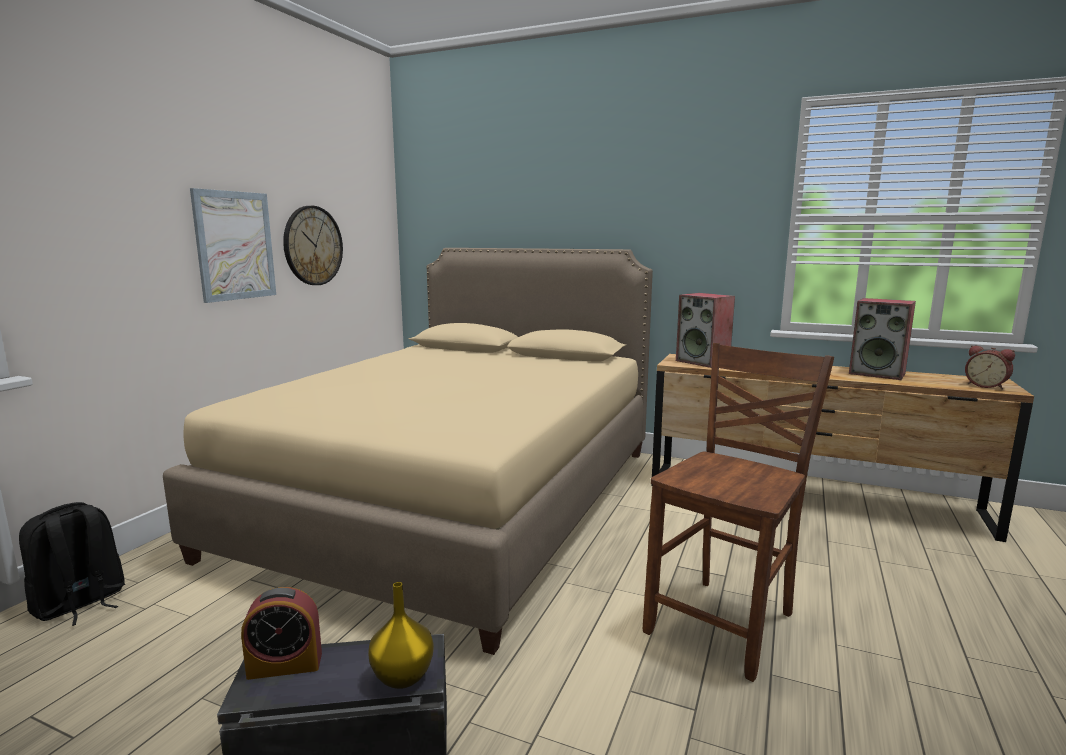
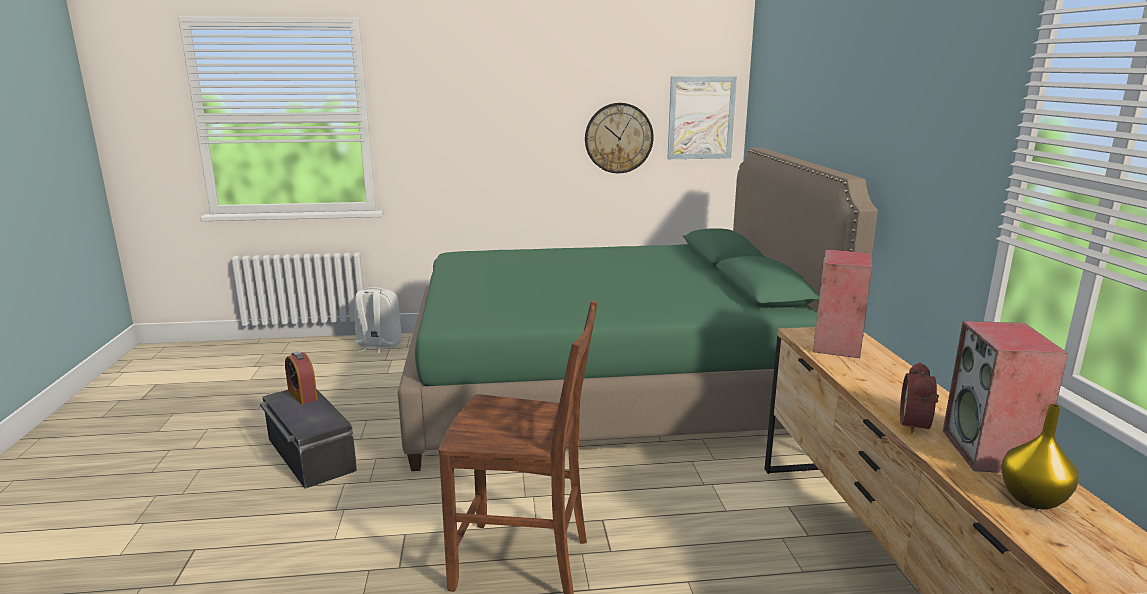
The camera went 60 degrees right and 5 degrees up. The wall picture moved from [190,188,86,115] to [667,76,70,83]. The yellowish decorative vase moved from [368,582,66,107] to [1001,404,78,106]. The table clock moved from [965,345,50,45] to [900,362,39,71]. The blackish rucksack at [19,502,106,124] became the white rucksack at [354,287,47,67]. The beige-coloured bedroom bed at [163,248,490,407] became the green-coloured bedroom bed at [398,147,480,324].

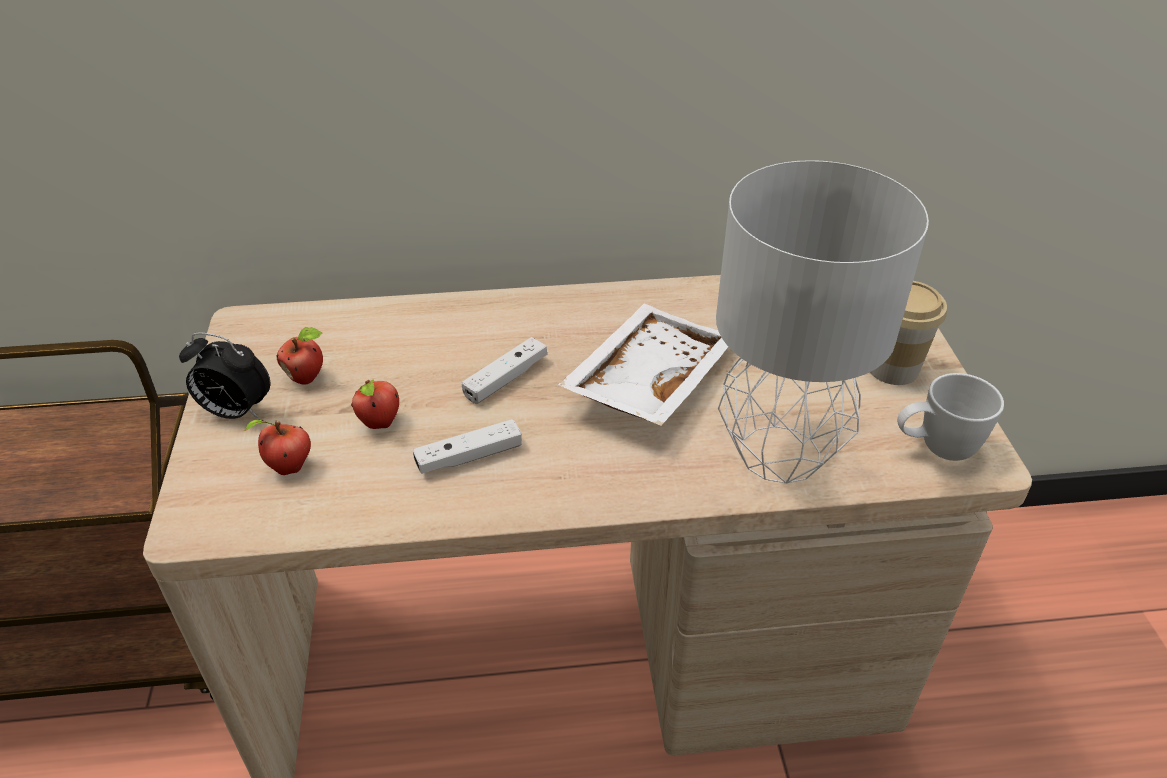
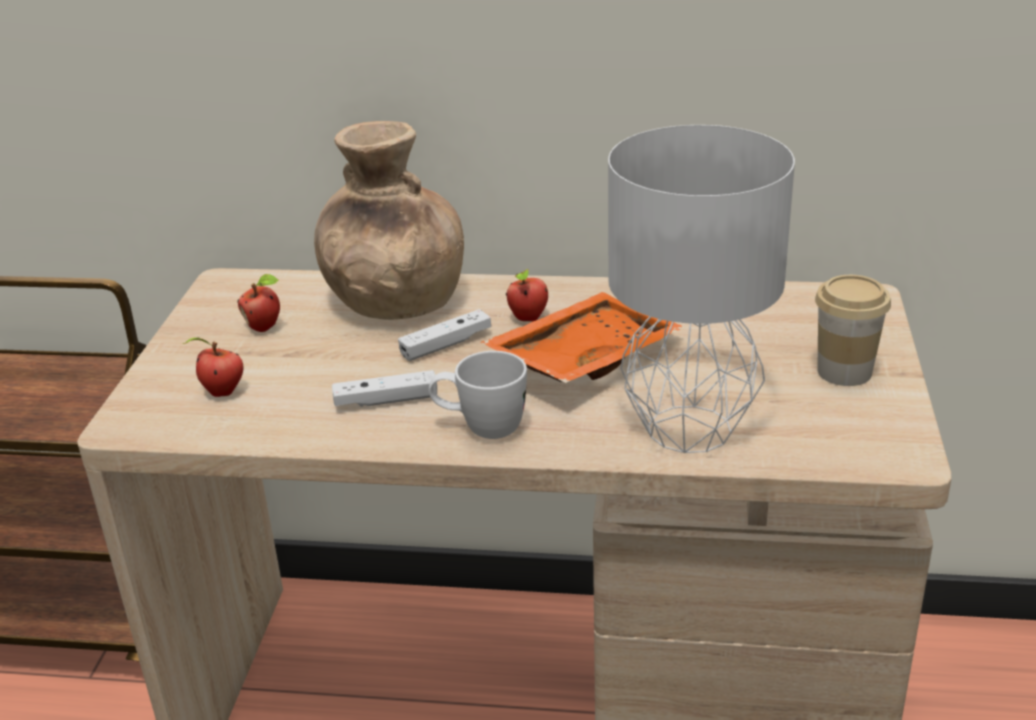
The camera went 15 degrees right and 10 degrees down. The table clock at [179,332,91,87] disappeared. The brown decorative vase at [314,121,150,199] appeared. The apple fruit moved from [351,379,48,50] to [506,269,42,52]. The white coffee mug moved from [897,373,107,88] to [429,351,98,88]. The white tray at [558,304,170,122] became the orange tray at [480,292,205,91].

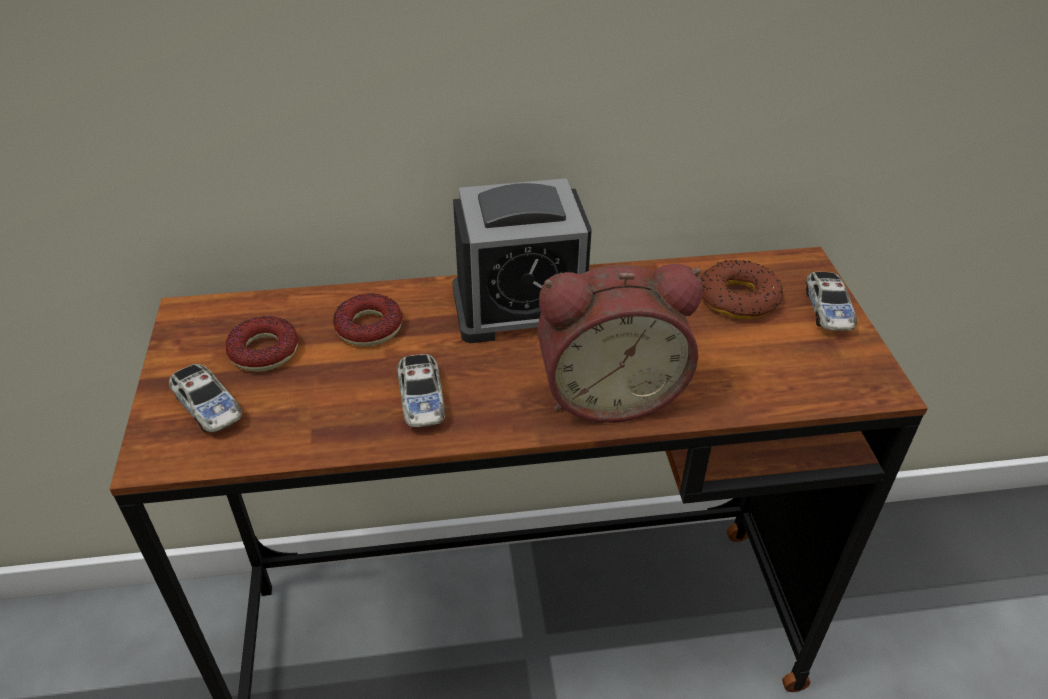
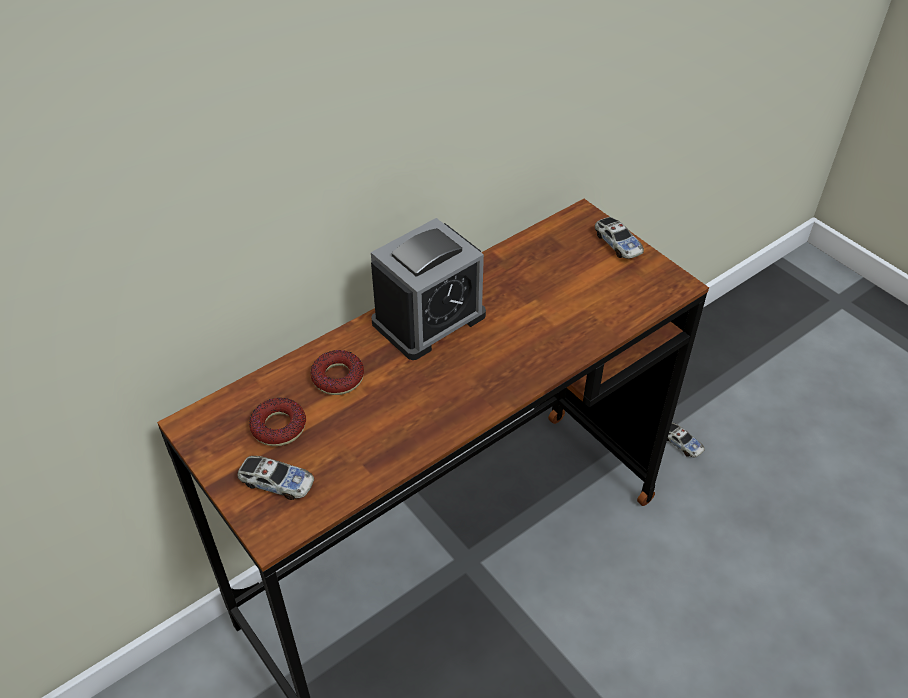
The camera went 30 degrees left and 5 degrees up. The table clock at [538,264,165,159] disappeared. The donut at [701,260,82,59] disappeared. The miniature car moved from [397,354,48,73] to [667,423,38,35].

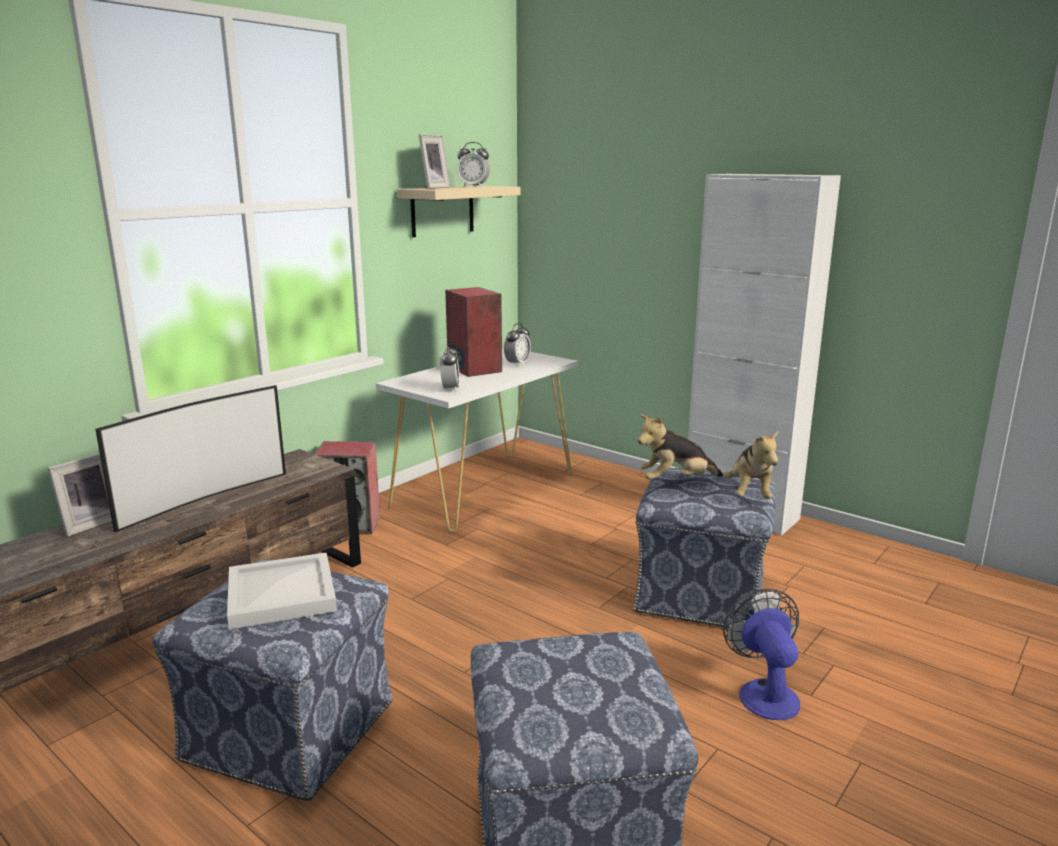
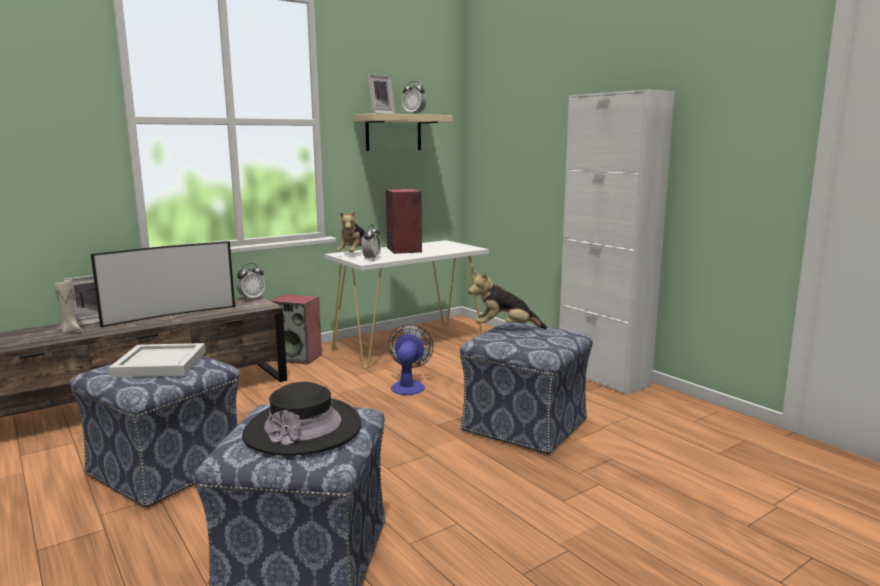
The camera went 15 degrees right and 5 degrees down. The beige-coloured wax light at [55,279,27,55] appeared. The blackish hat at [242,382,119,74] appeared. The table clock moved from [504,323,27,44] to [236,263,29,38]. The cooling fan moved from [723,589,77,131] to [388,324,45,71]. The cuddly toy moved from [724,430,55,69] to [337,211,28,41].

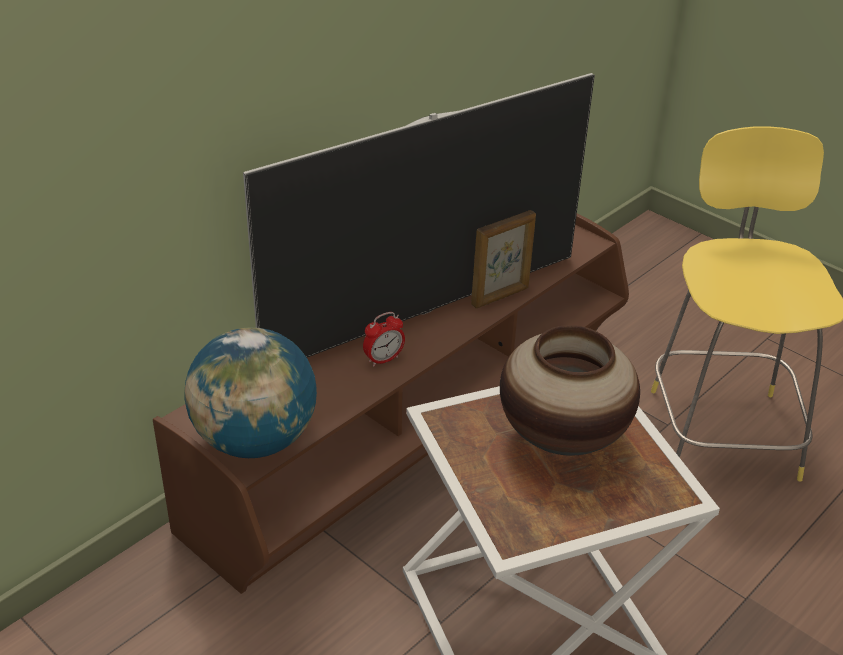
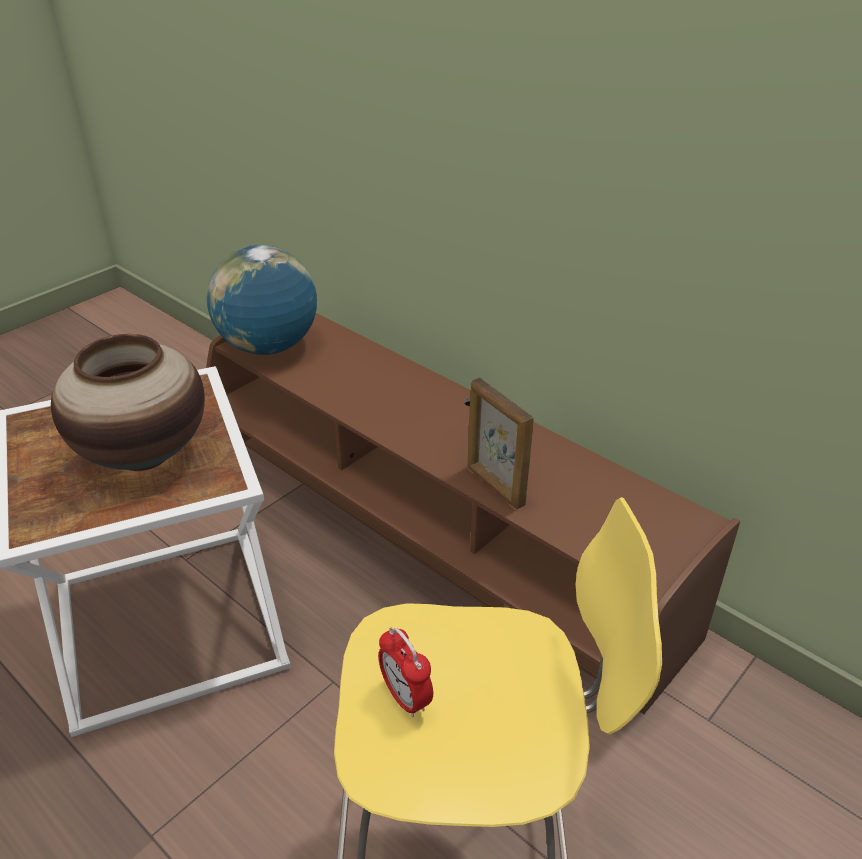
The camera went 90 degrees right and 0 degrees up. The television at [243,73,352,284] disappeared. The table clock moved from [363,312,42,55] to [378,627,55,91].

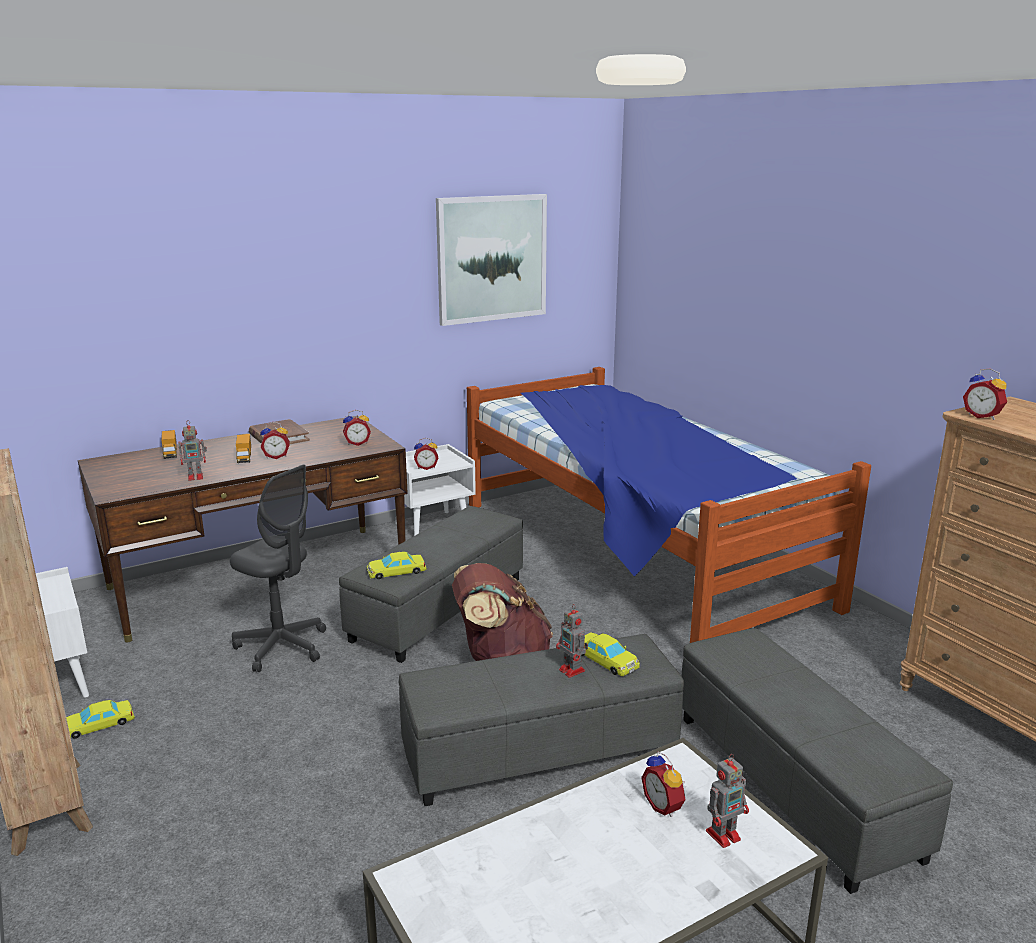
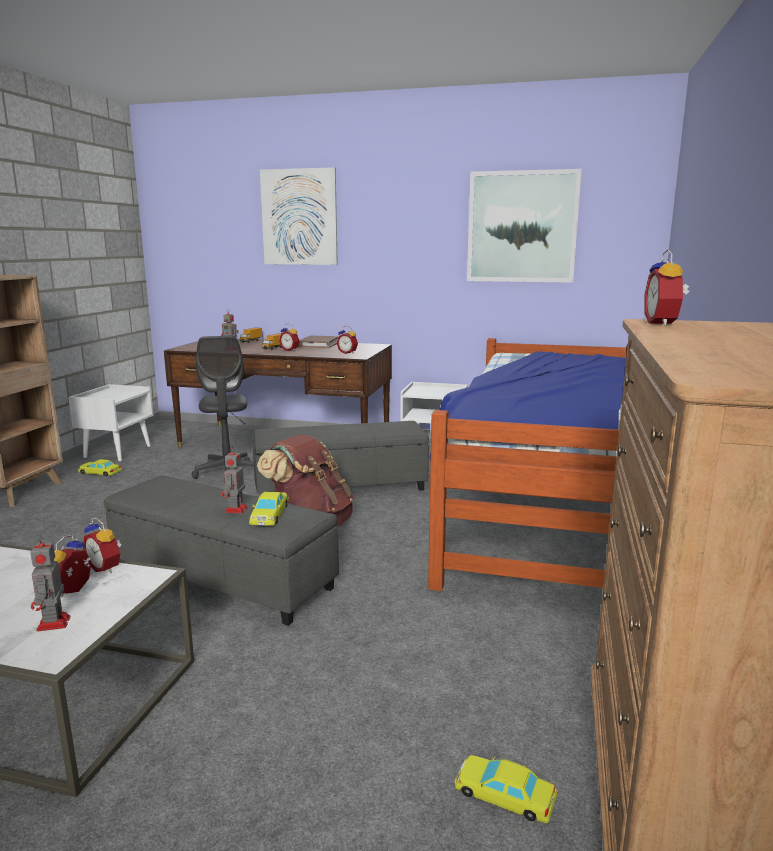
The camera went 45 degrees right and 5 degrees down. The gray ottoman at [682,628,271,266] disappeared. The wall picture at [260,167,78,98] appeared. The yellowish miniature car moved from [367,552,60,28] to [454,755,103,68]. The table clock moved from [414,438,24,32] to [83,518,38,55]. The robot figure at [706,754,43,94] turned 60 degrees clockwise.

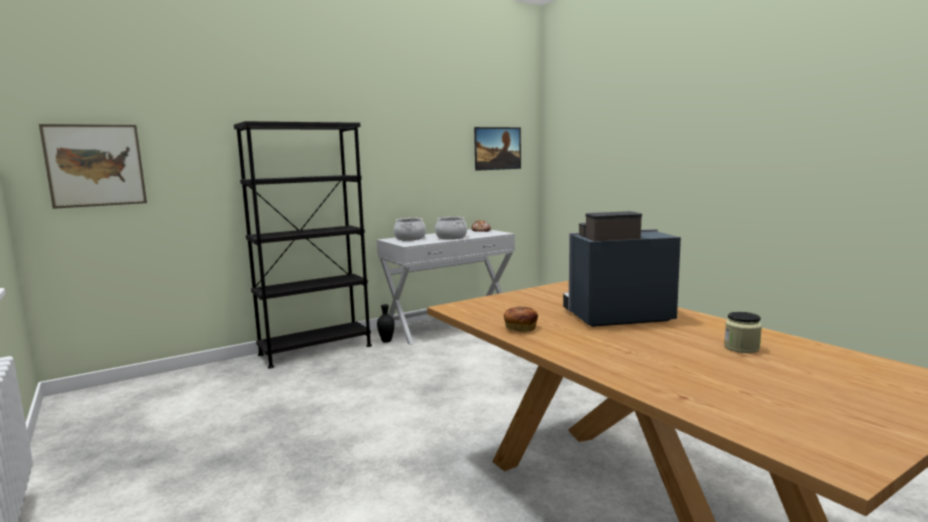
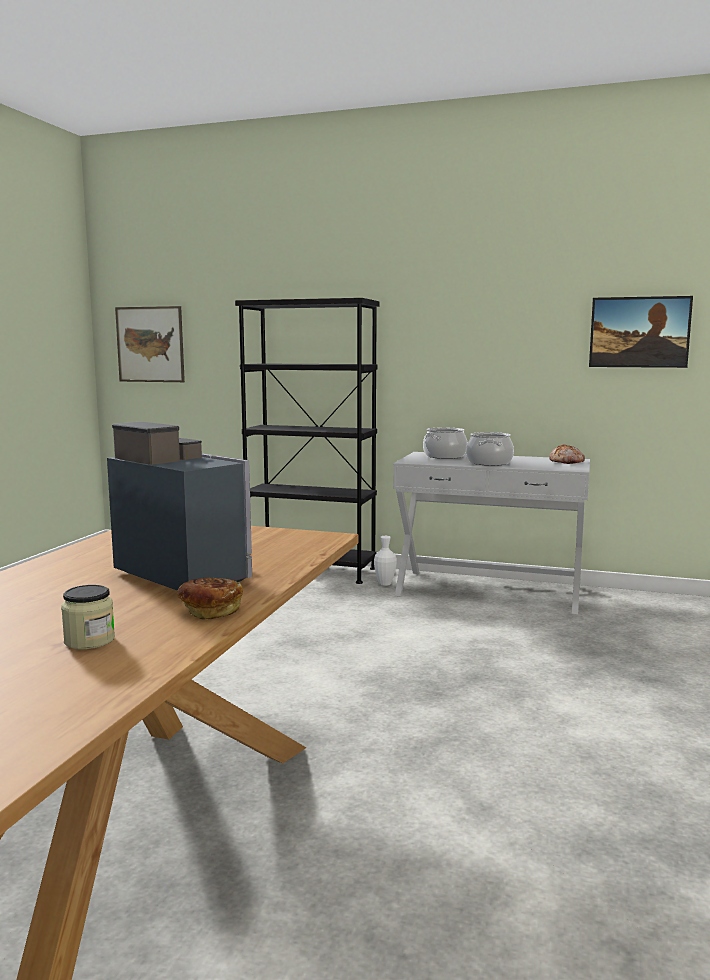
The camera went 50 degrees right and 0 degrees up. The bakery bread moved from [504,306,34,26] to [177,577,66,43]. The blackish decorative vase at [377,304,18,38] became the white decorative vase at [374,536,23,50].

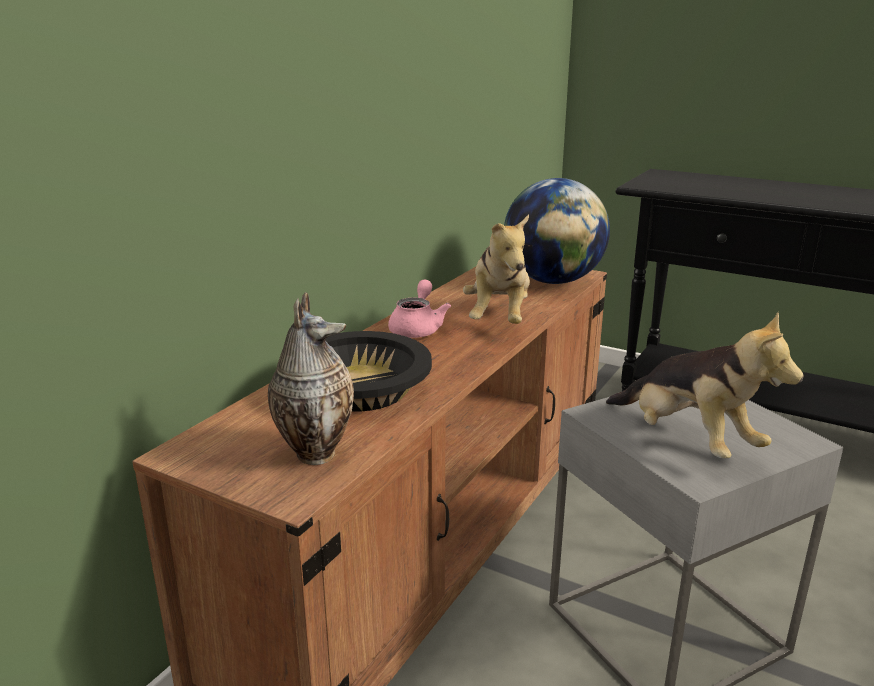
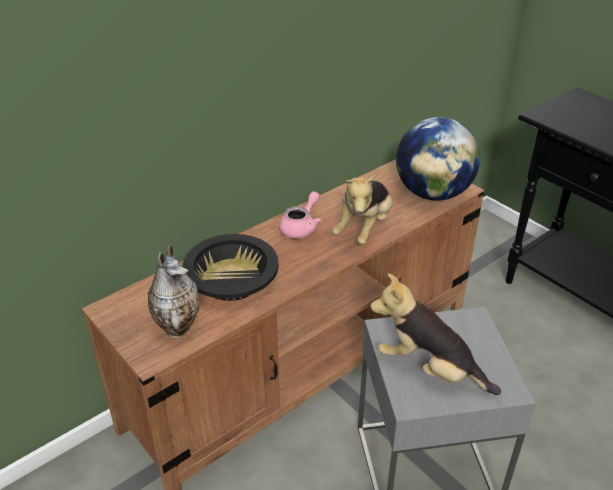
The camera went 20 degrees right and 15 degrees up. The cuddly toy at [606,312,198,147] turned 135 degrees clockwise.

